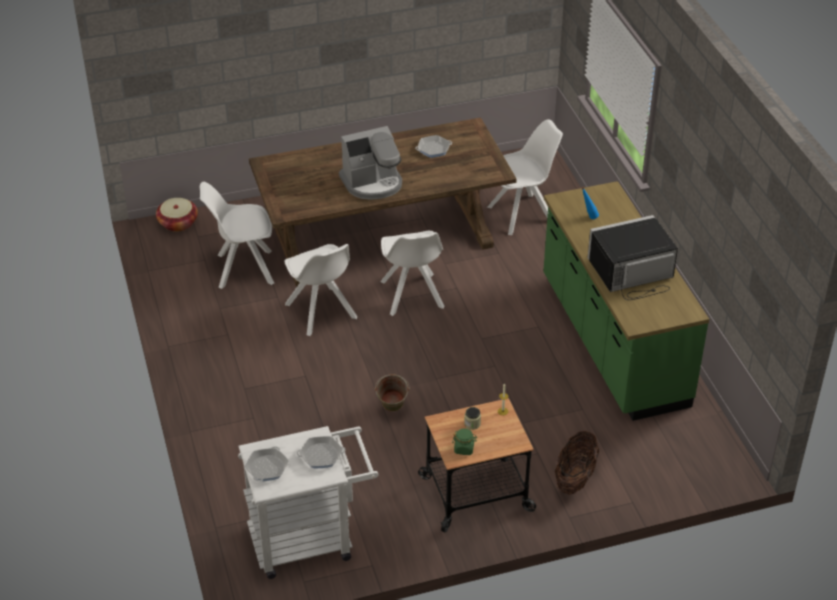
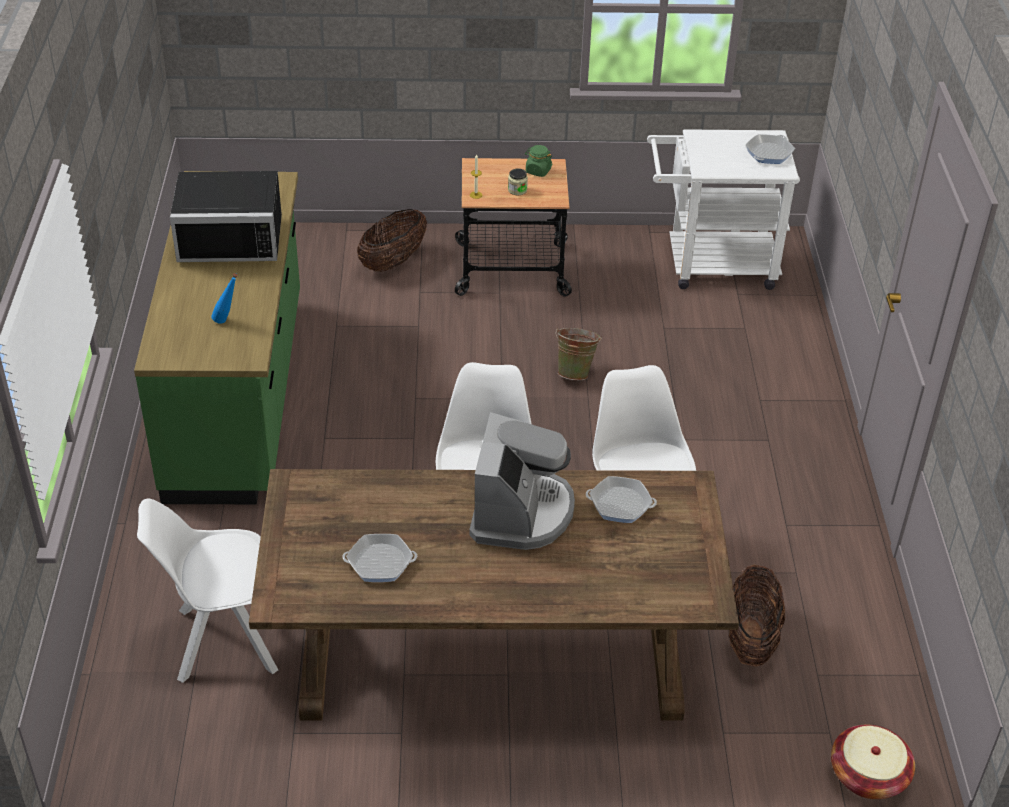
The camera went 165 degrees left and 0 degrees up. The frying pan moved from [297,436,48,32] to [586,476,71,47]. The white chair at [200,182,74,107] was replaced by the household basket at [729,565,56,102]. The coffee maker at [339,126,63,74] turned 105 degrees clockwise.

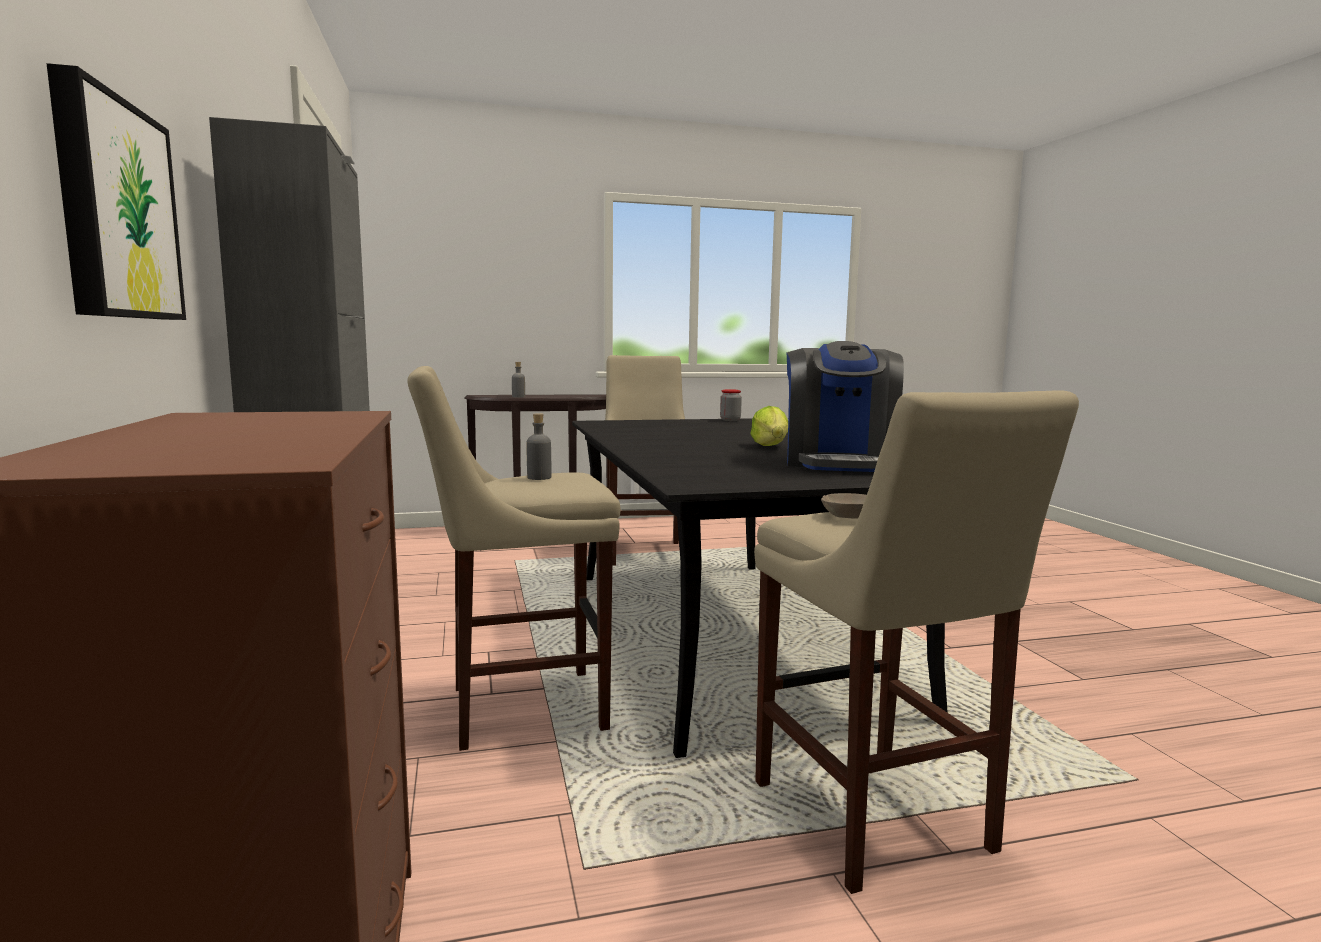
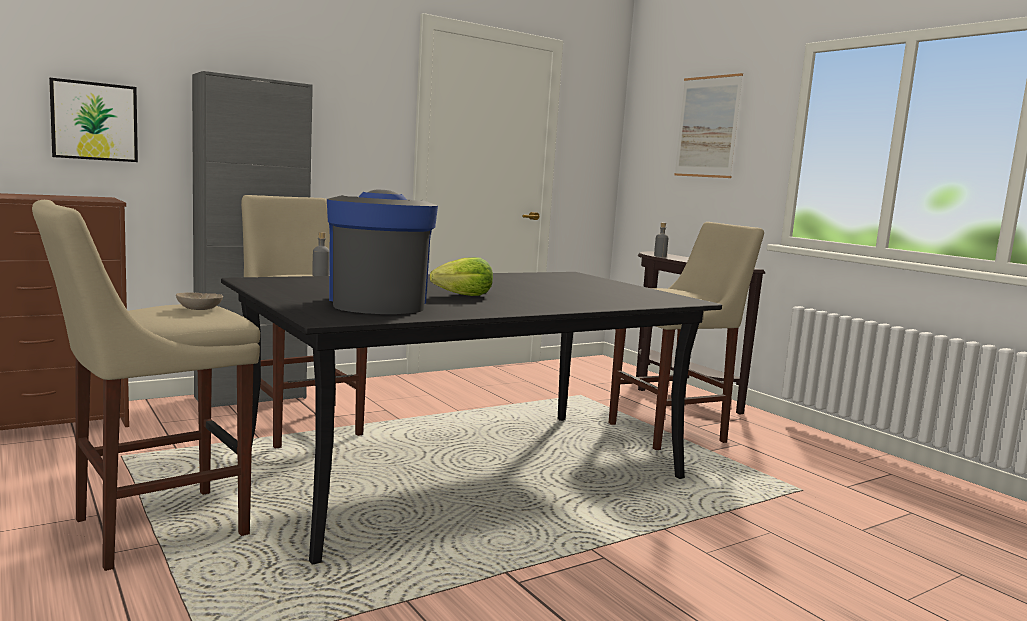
The camera went 70 degrees right and 0 degrees up. The storage jar at [720,389,22,32] disappeared. The wall picture at [674,73,69,105] appeared. The coffee maker at [787,341,117,131] turned 90 degrees clockwise.

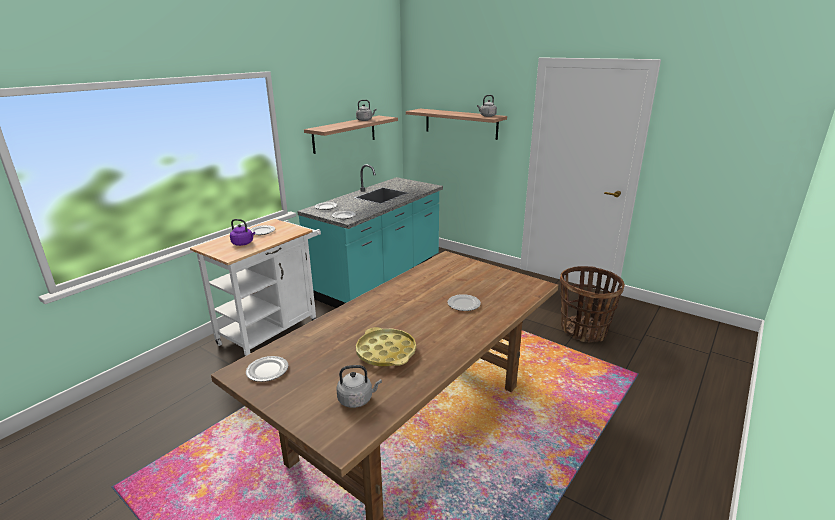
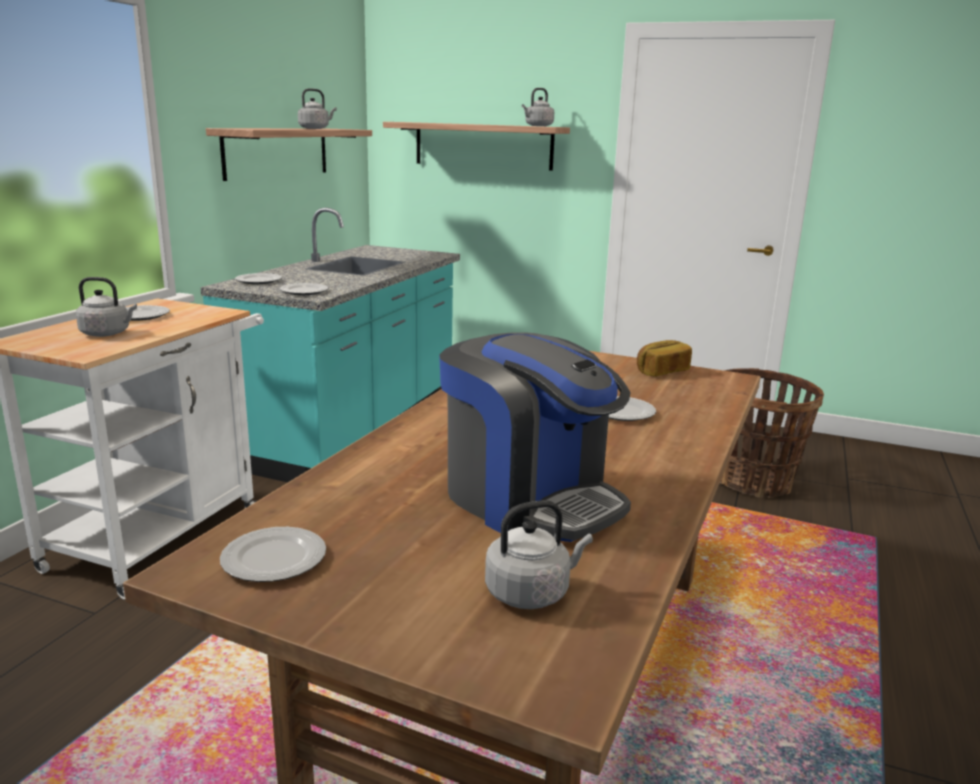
The camera went 15 degrees left and 5 degrees down. The bakery bread at [637,340,55,37] appeared. The yellowish tray at [356,327,60,39] was replaced by the coffee maker at [439,332,192,210]. The purplish water kettle at [230,219,25,27] became the gray water kettle at [76,277,61,60].

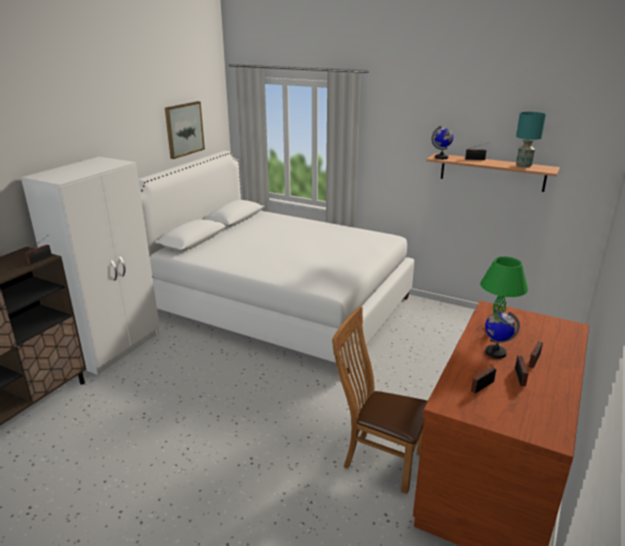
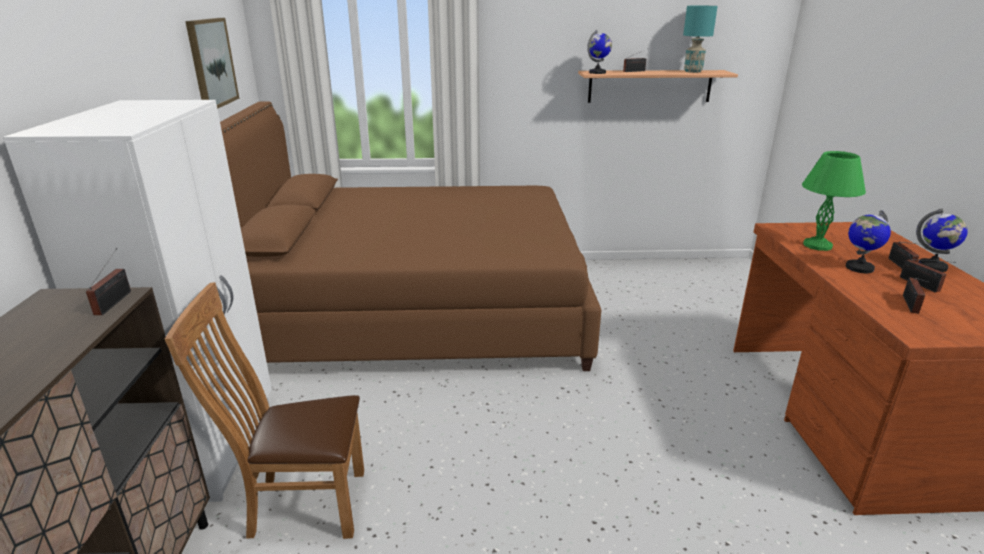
The camera went 30 degrees left and 0 degrees up. The desk globe at [916,209,52,63] appeared. The brown chair moved from [332,306,96,188] to [165,282,199,257]. The white bedroom bed at [138,151,276,223] became the brown bedroom bed at [220,101,381,270].

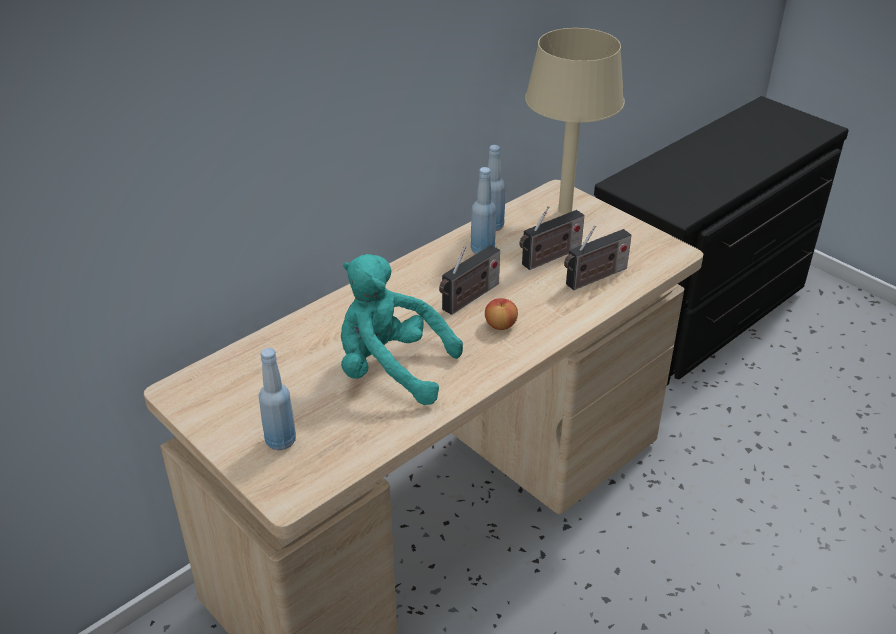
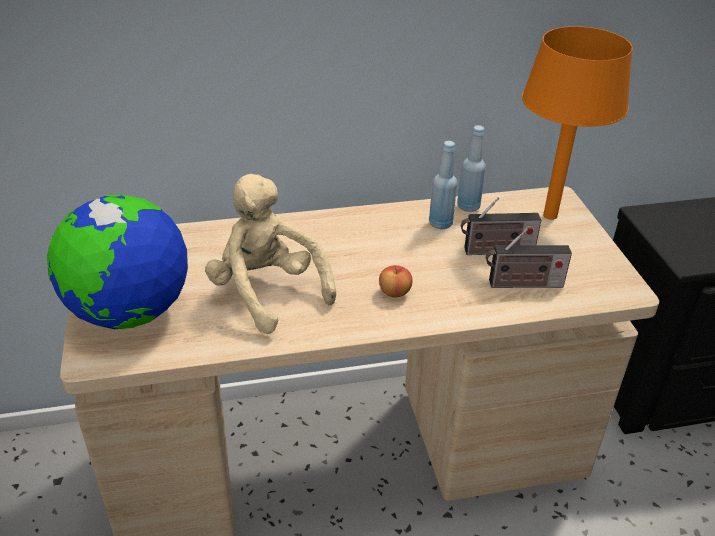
The camera went 30 degrees right and 0 degrees up. The radio at [439,245,61,70] disappeared. The blue-coloured beverage bottle at [258,348,38,102] was replaced by the desk globe at [47,195,141,134]. The blue-green cuddly toy at [341,254,122,151] became the beige-coloured cuddly toy at [205,174,131,160]. The beige-coloured tabletop lamp at [525,28,100,186] became the orange tabletop lamp at [522,26,111,194].

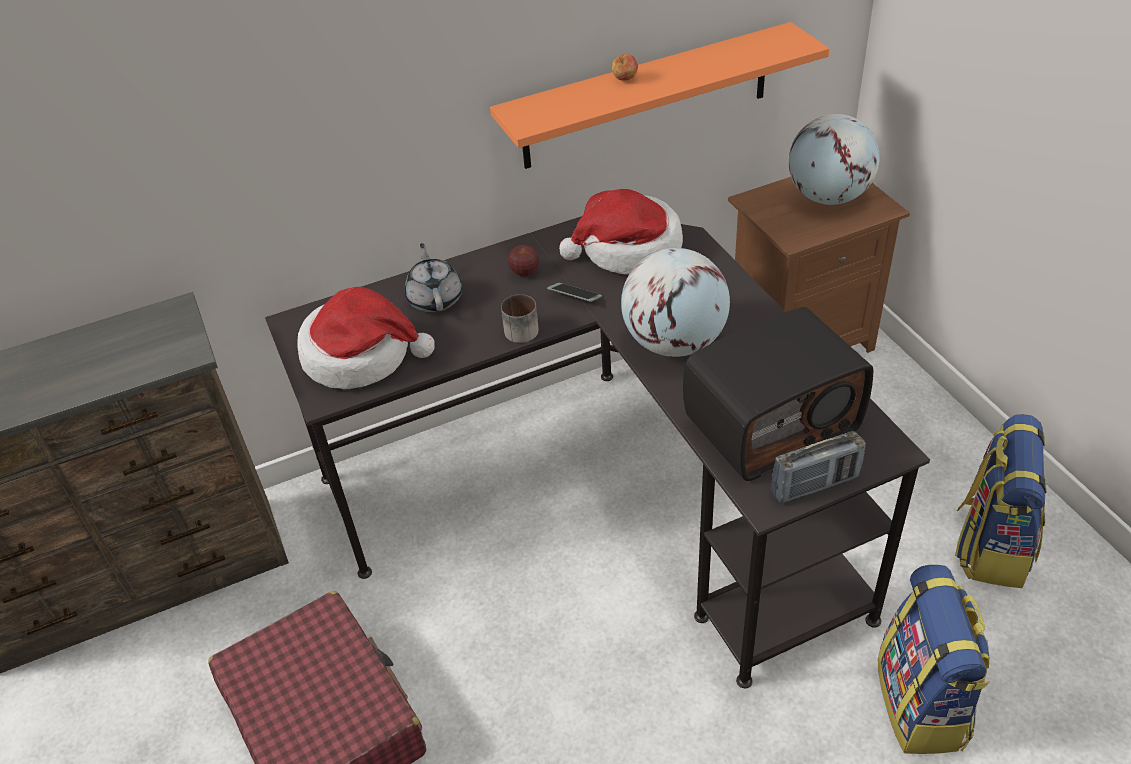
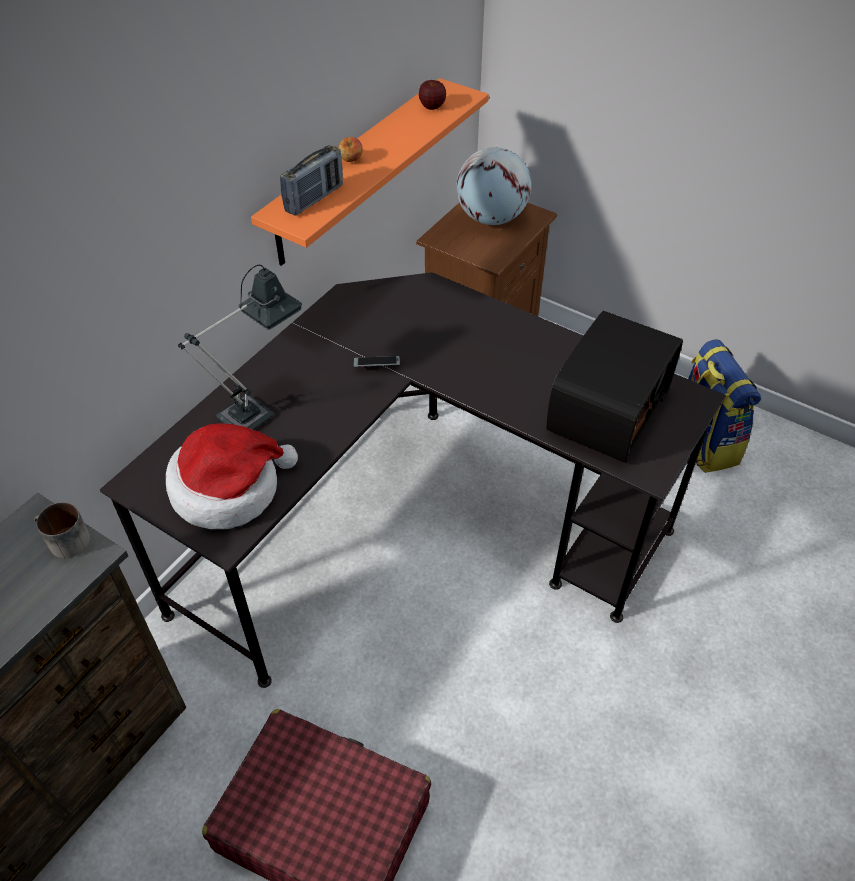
The camera went 35 degrees left and 5 degrees up. The hat at [559,189,124,86] disappeared. The desk globe at [621,248,109,109] disappeared. The rucksack at [878,565,112,189] disappeared. The coffee mug moved from [501,294,38,49] to [34,502,56,56]. The apple fruit moved from [508,245,31,32] to [419,80,27,30]. The radio moved from [772,431,94,72] to [280,145,63,71]. The gray teapot at [405,243,58,69] was replaced by the tabletop lamp at [178,265,124,165].

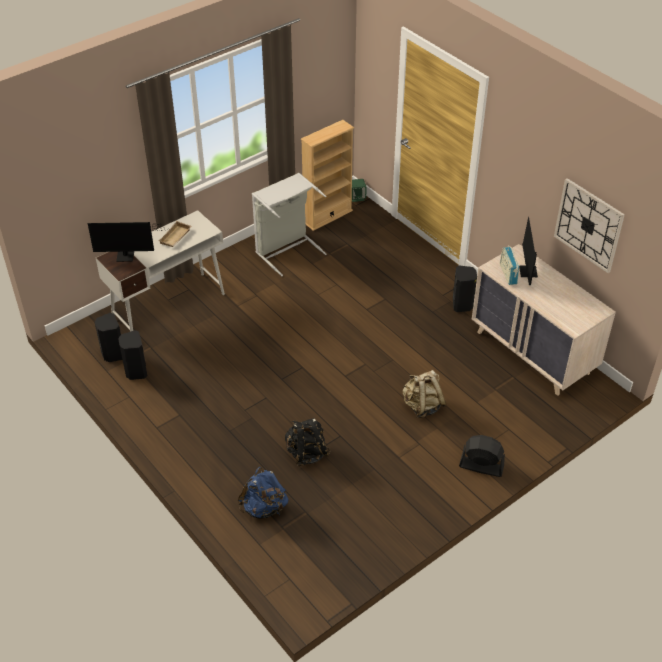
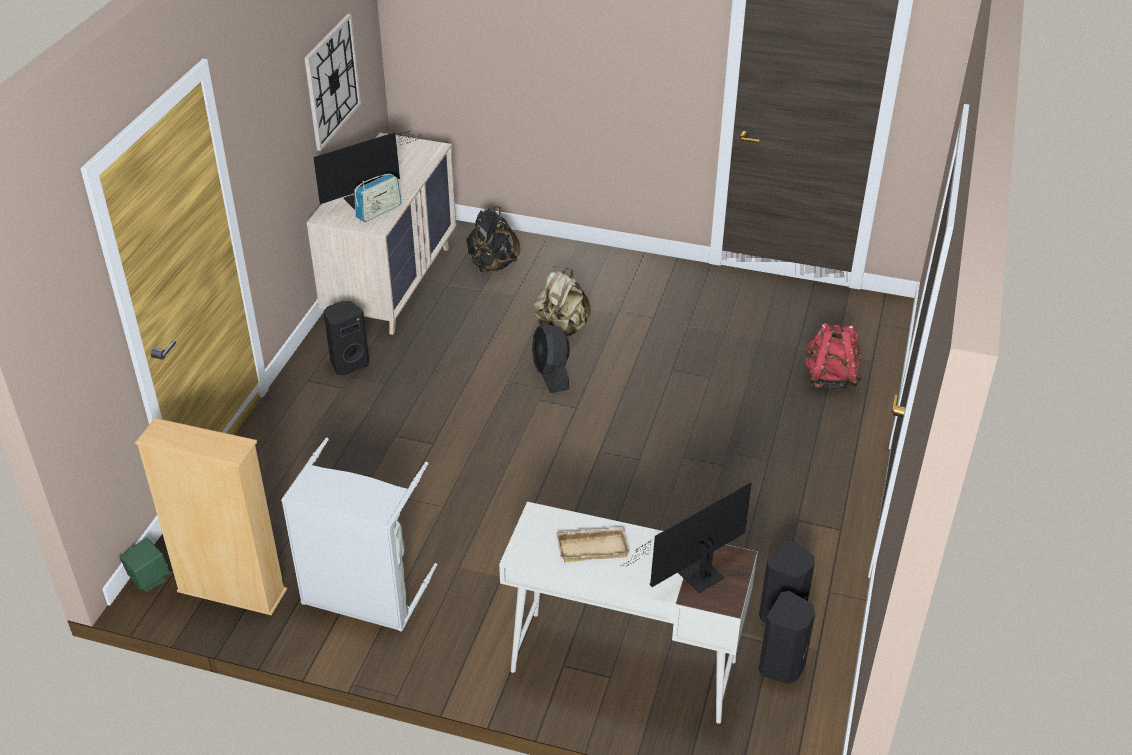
The camera went 125 degrees left and 5 degrees down. The blackish rucksack moved from [285,418,45,48] to [466,207,54,66]. The blackish cooling fan moved from [459,435,46,42] to [532,324,38,69]. The blue-coloured rucksack at [238,467,51,52] became the red rucksack at [805,322,57,68]. The monitor at [88,222,81,40] turned 90 degrees counterclockwise.

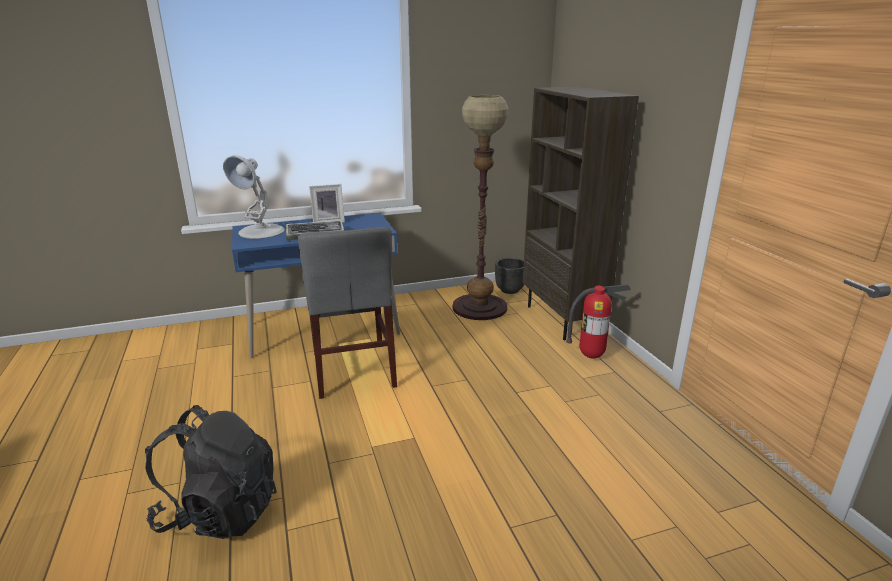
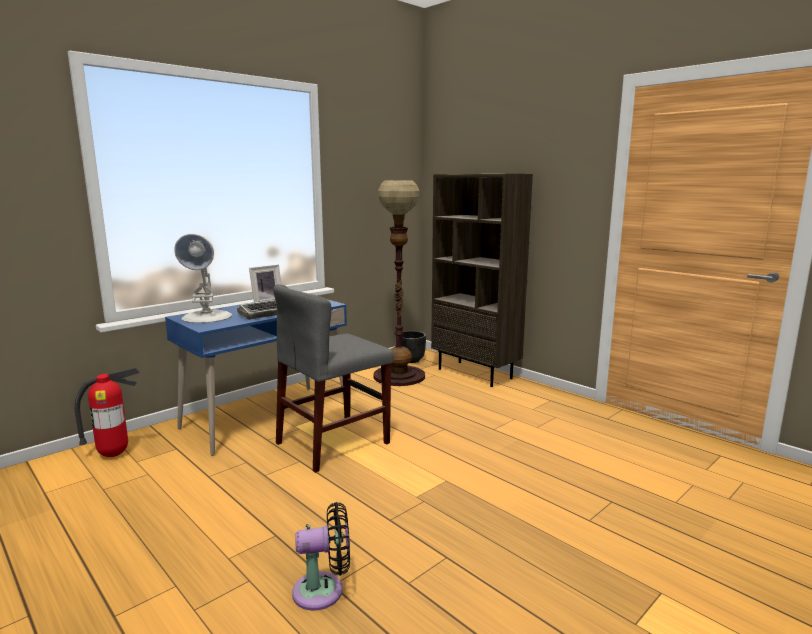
The camera went 25 degrees left and 10 degrees down. The fire extinguisher moved from [566,284,65,75] to [75,367,65,90]. The blackish rucksack at [145,405,132,134] was replaced by the blackish cooling fan at [292,502,58,109]. The gray chair at [298,227,99,172] turned 90 degrees clockwise.

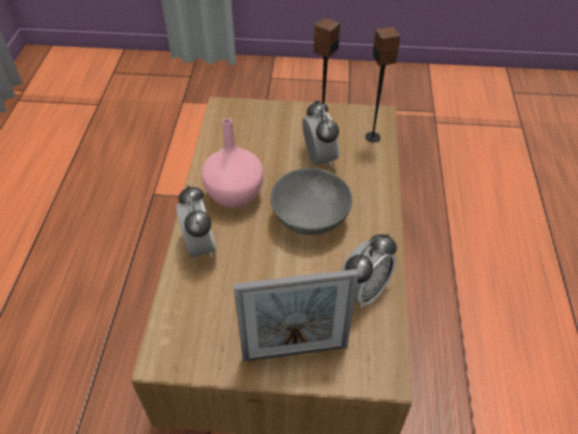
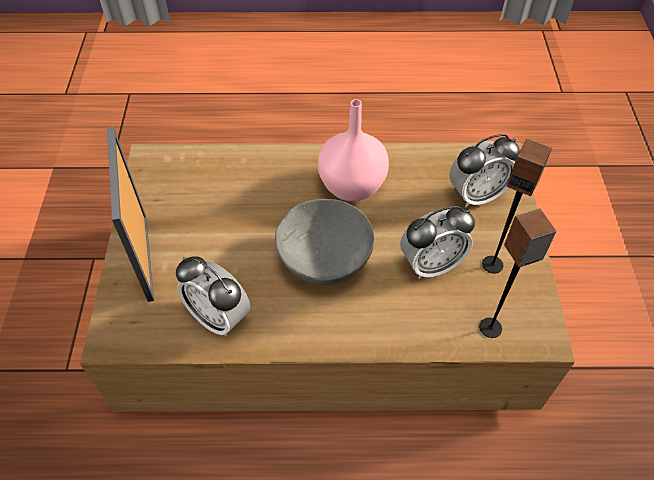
The camera went 85 degrees right and 5 degrees up. The table clock moved from [176,185,41,73] to [449,134,71,73].

